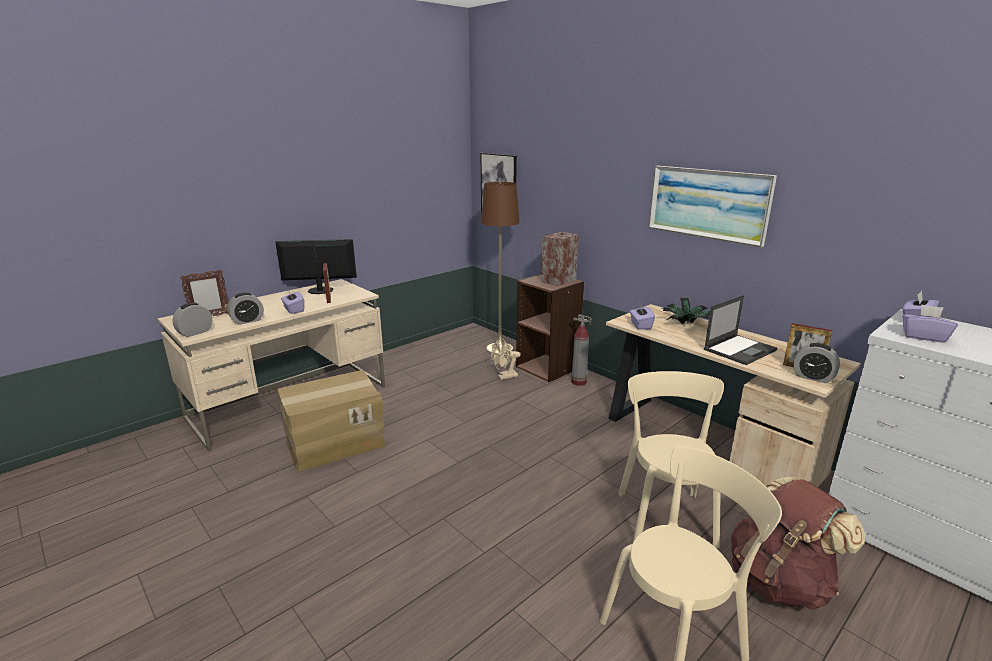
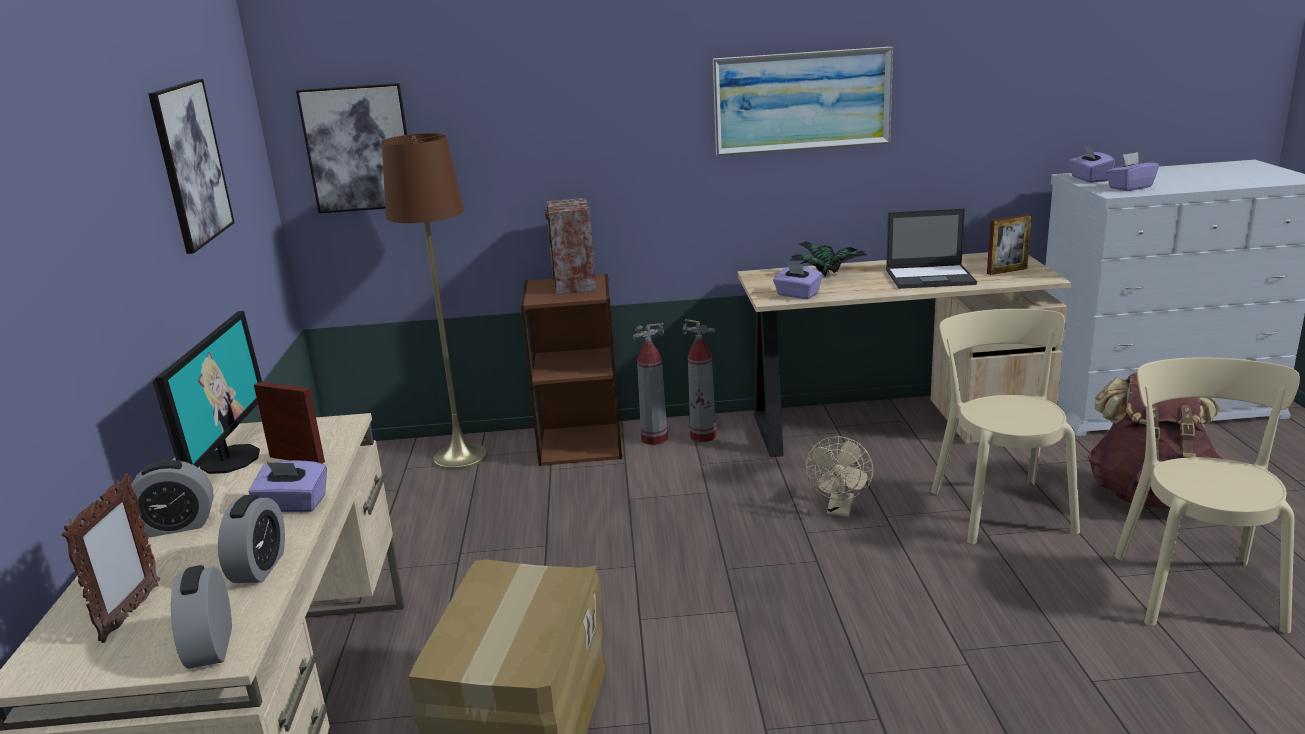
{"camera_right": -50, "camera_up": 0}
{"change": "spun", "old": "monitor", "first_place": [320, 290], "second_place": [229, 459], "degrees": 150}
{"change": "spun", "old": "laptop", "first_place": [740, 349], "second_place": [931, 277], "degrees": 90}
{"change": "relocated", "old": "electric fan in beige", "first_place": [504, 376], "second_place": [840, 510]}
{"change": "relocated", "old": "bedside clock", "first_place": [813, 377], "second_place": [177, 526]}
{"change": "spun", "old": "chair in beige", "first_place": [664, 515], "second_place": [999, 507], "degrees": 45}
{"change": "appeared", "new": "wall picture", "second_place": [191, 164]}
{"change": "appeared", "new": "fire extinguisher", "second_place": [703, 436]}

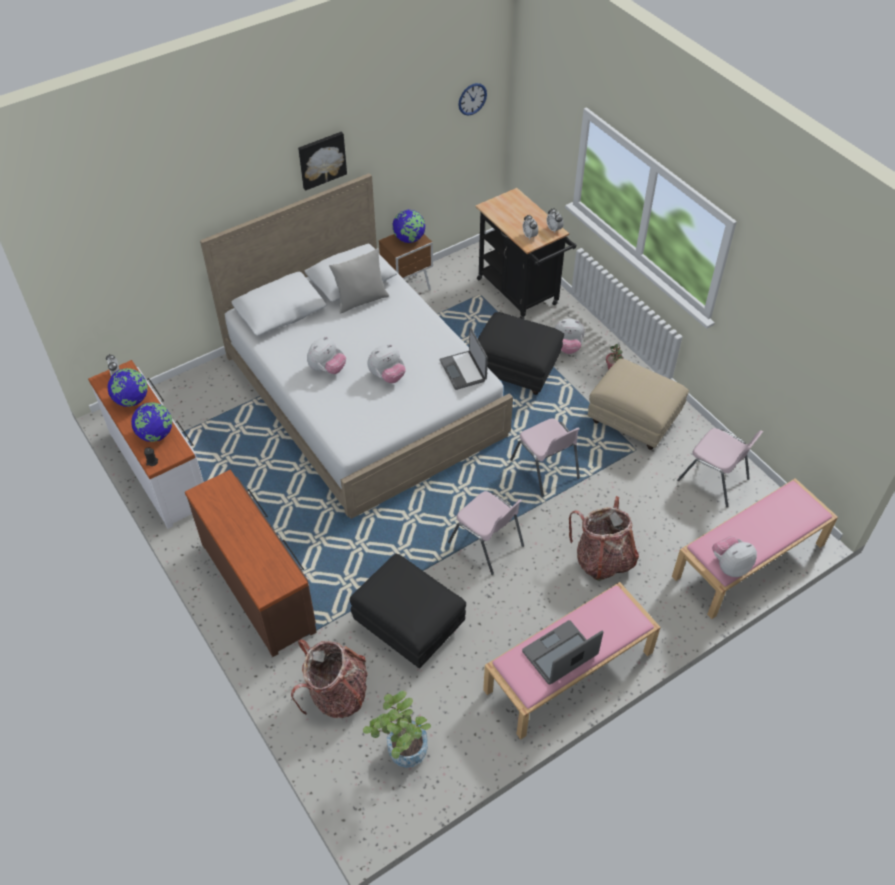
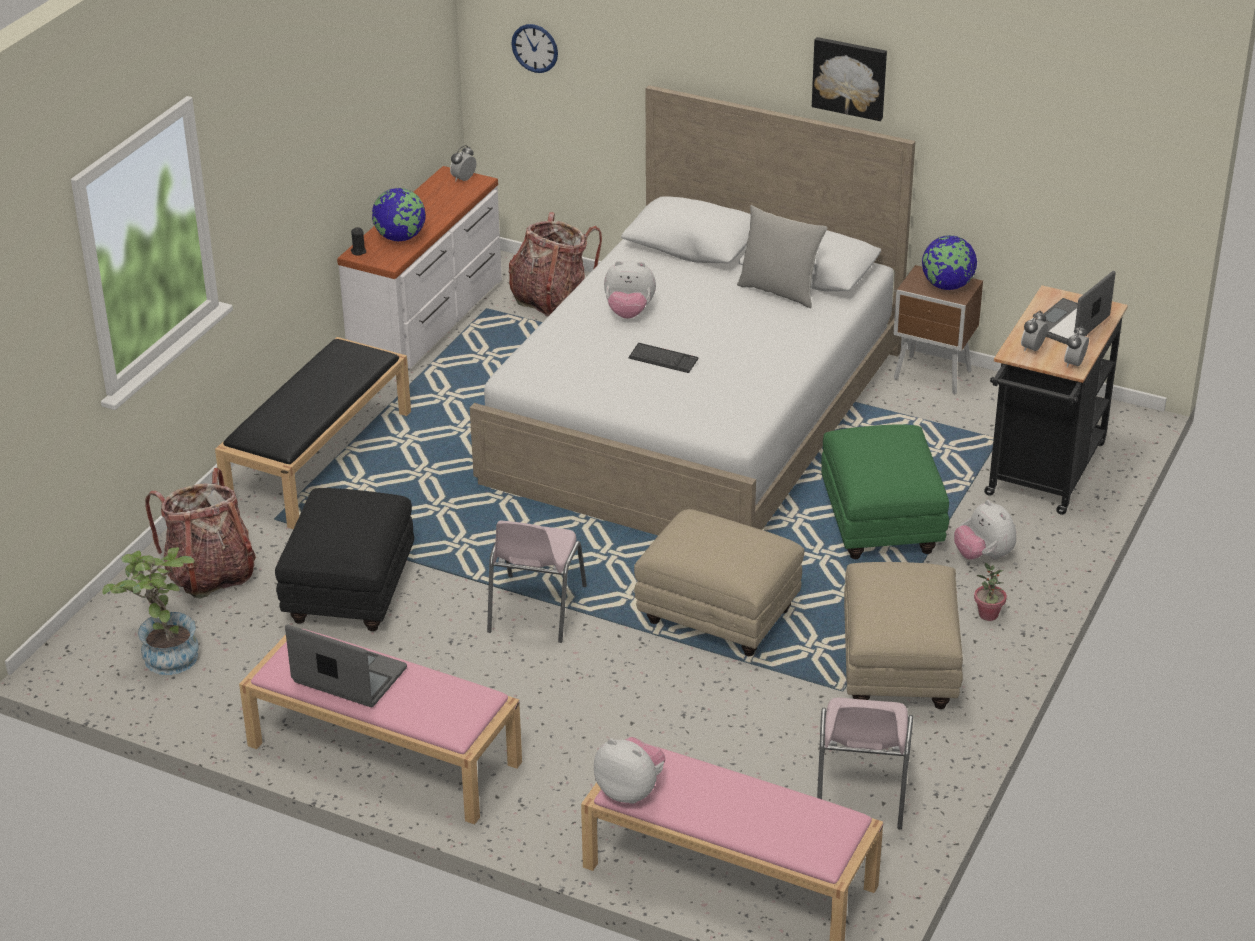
{"camera_right": 60, "camera_up": -15}
{"change": "relocated", "old": "hanging clock", "first_place": [472, 99], "second_place": [535, 48]}
{"change": "colour", "old": "pouffe in black", "new": "pouffe in green", "first_place": [517, 370], "second_place": [881, 526]}
{"change": "relocated", "old": "laptop", "first_place": [464, 370], "second_place": [1070, 325]}
{"change": "exchanged", "old": "soft toy", "new": "PC keyboard", "first_place": [387, 376], "second_place": [663, 359]}
{"change": "missing", "old": "desk globe", "first_place": [132, 400]}
{"change": "exchanged", "old": "chair in pink", "new": "pouffe in beige", "first_place": [545, 469], "second_place": [716, 616]}
{"change": "exchanged", "old": "dresser in brown", "new": "bench in black", "first_place": [259, 586], "second_place": [319, 458]}
{"change": "relocated", "old": "knapsack", "first_place": [603, 560], "second_place": [551, 300]}

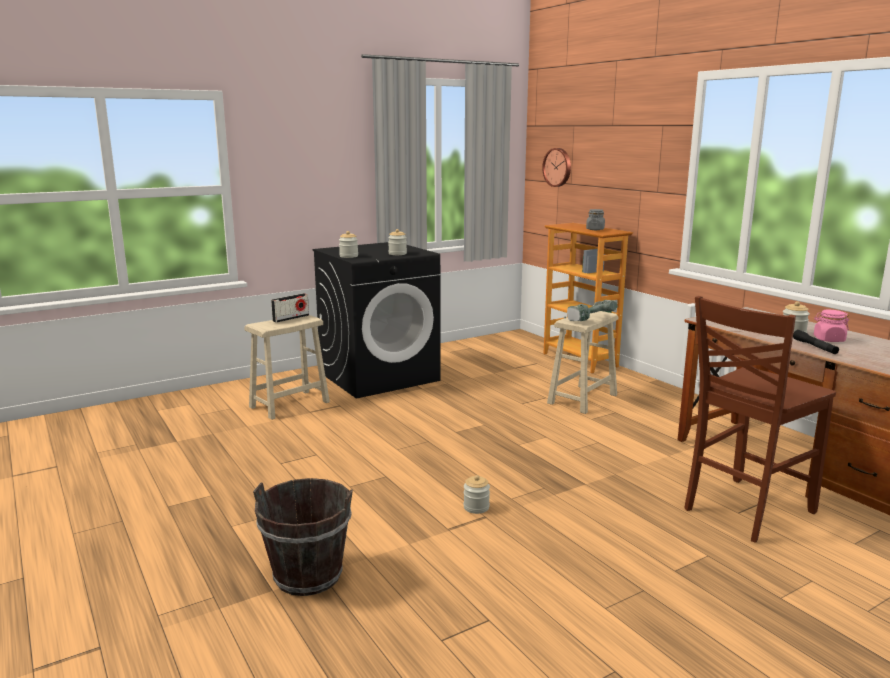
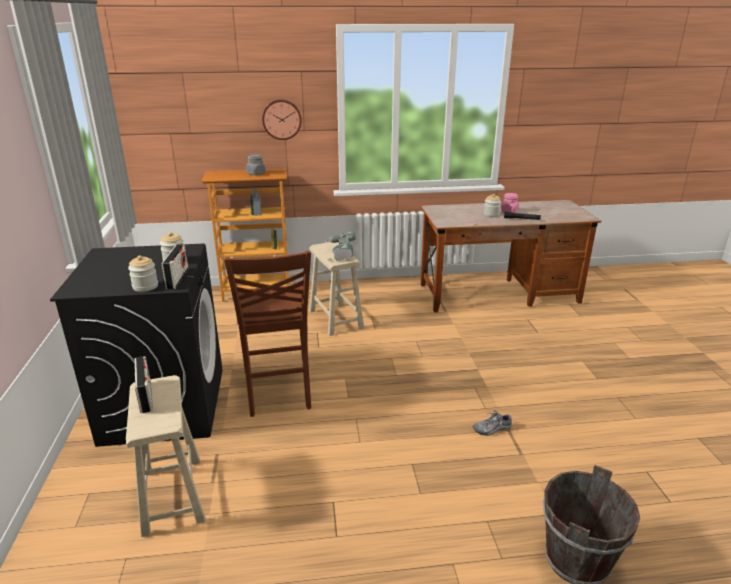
{"camera_right": -65, "camera_up": 10}
{"change": "relocated", "old": "hanging clock", "first_place": [558, 167], "second_place": [282, 119]}
{"change": "relocated", "old": "chair in brown", "first_place": [745, 510], "second_place": [278, 391]}
{"change": "exchanged", "old": "preserve jar", "new": "low shoe", "first_place": [476, 507], "second_place": [492, 429]}
{"change": "appeared", "new": "radio set", "second_place": [177, 278]}

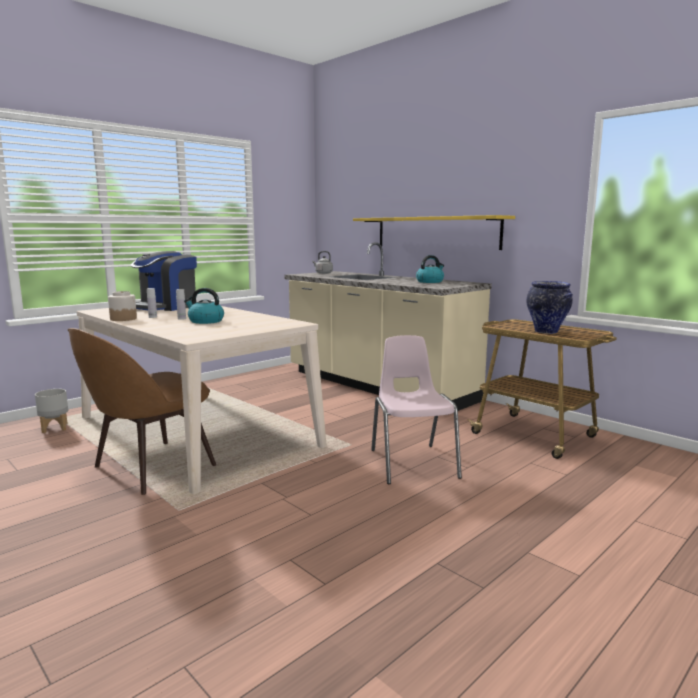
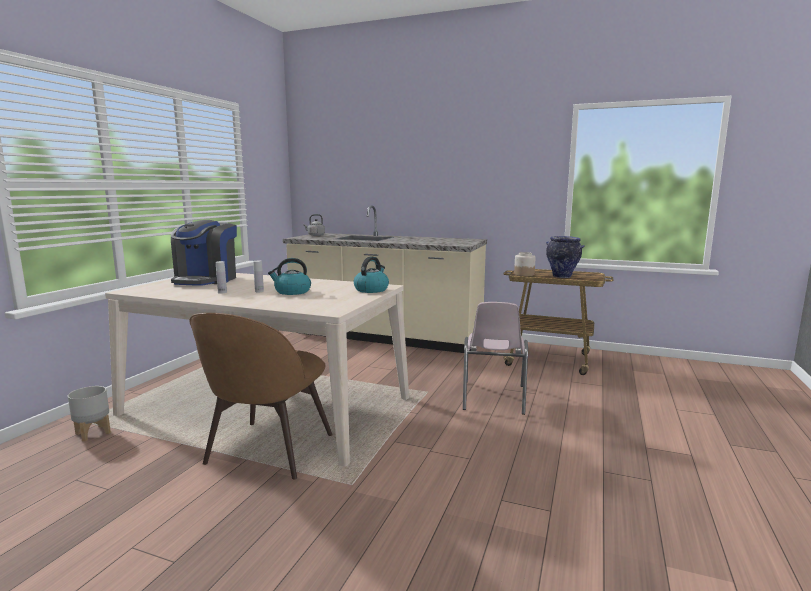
{"camera_right": -25, "camera_up": 0}
{"change": "missing", "old": "shelf in yellow-coloured", "first_place": [435, 232]}
{"change": "relocated", "old": "kettle", "first_place": [430, 281], "second_place": [371, 290]}
{"change": "relocated", "old": "preserve jar", "first_place": [123, 319], "second_place": [524, 274]}
{"change": "spun", "old": "chair in pink", "first_place": [412, 463], "second_place": [493, 398], "degrees": -135}

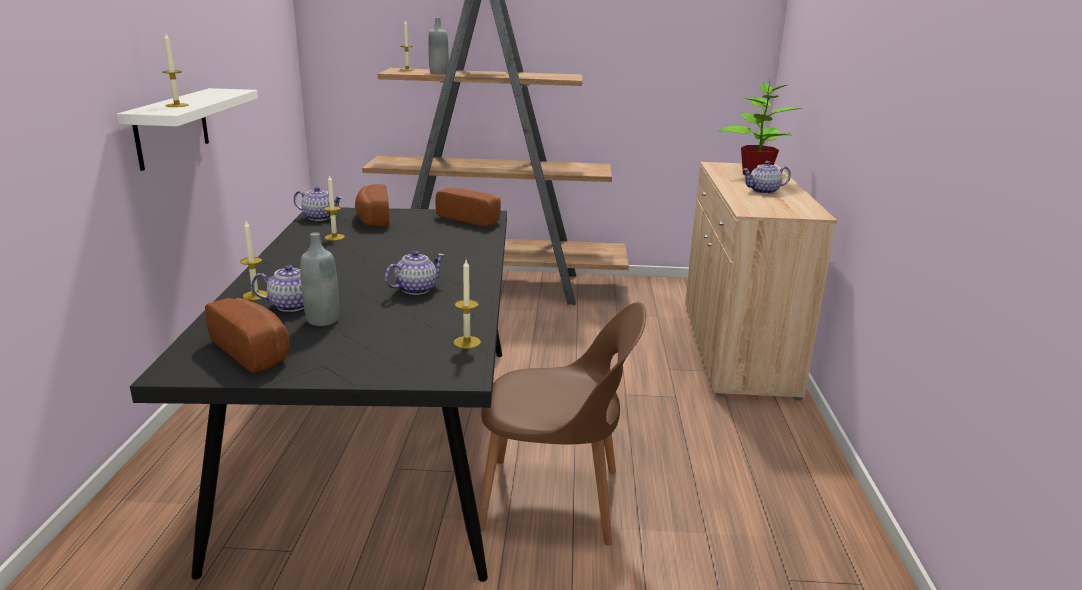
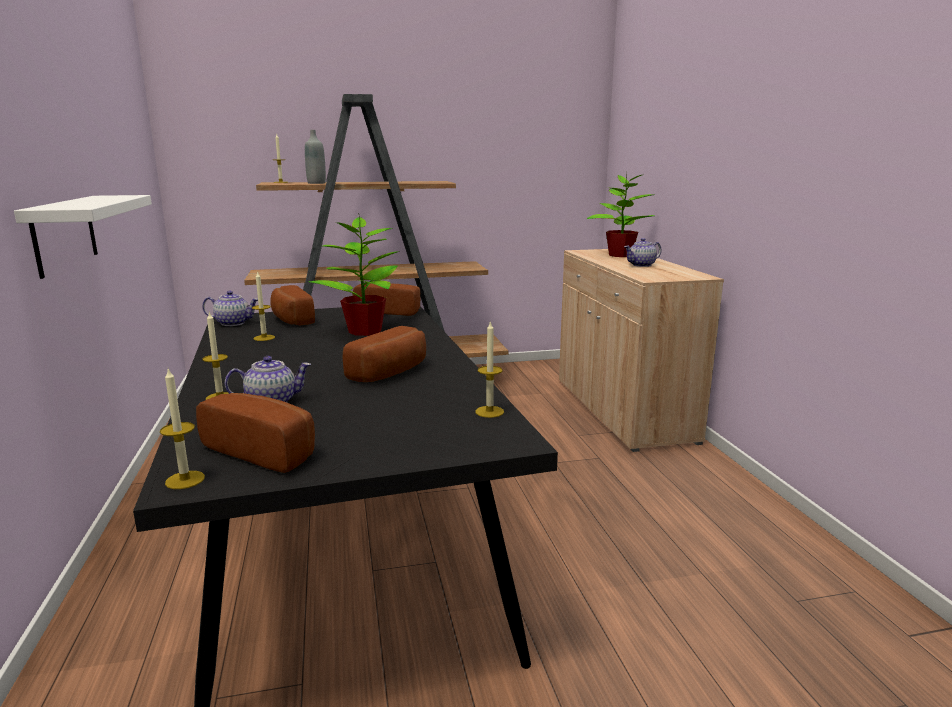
{"camera_right": -15, "camera_up": -5}
{"change": "relocated", "old": "candle", "first_place": [177, 105], "second_place": [185, 480]}
{"change": "missing", "old": "bottle in greyish", "first_place": [322, 320]}
{"change": "exchanged", "old": "tea pot", "new": "baked bread", "first_place": [416, 289], "second_place": [392, 372]}
{"change": "missing", "old": "chair in brown", "first_place": [555, 500]}
{"change": "appeared", "new": "plant in a pot", "second_place": [364, 331]}

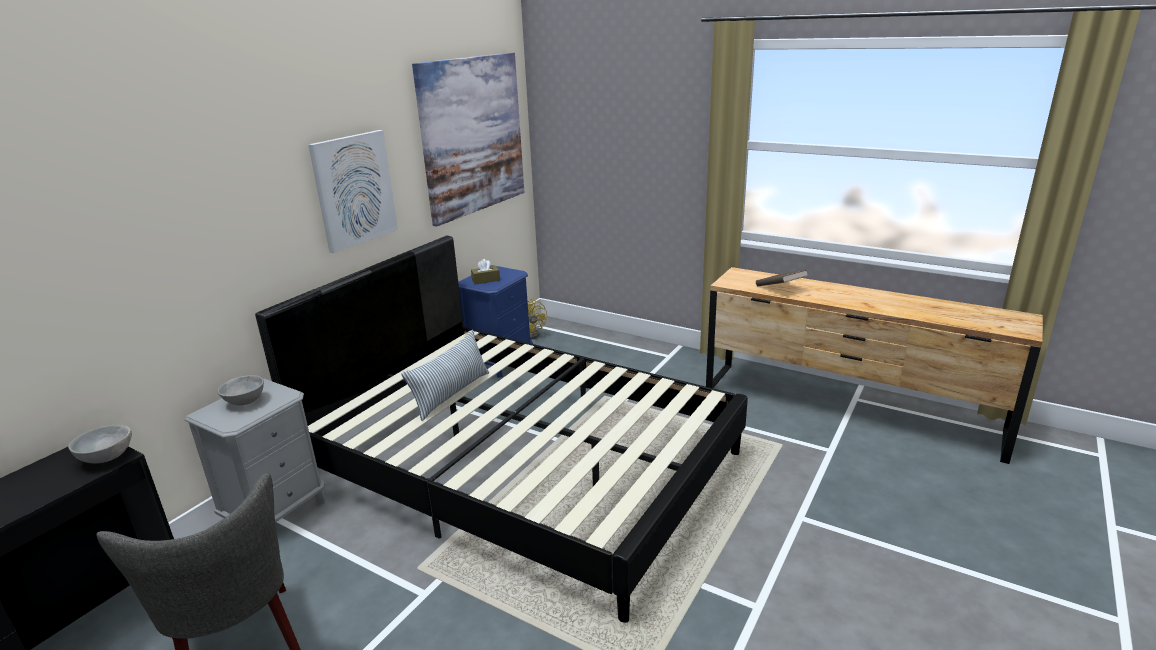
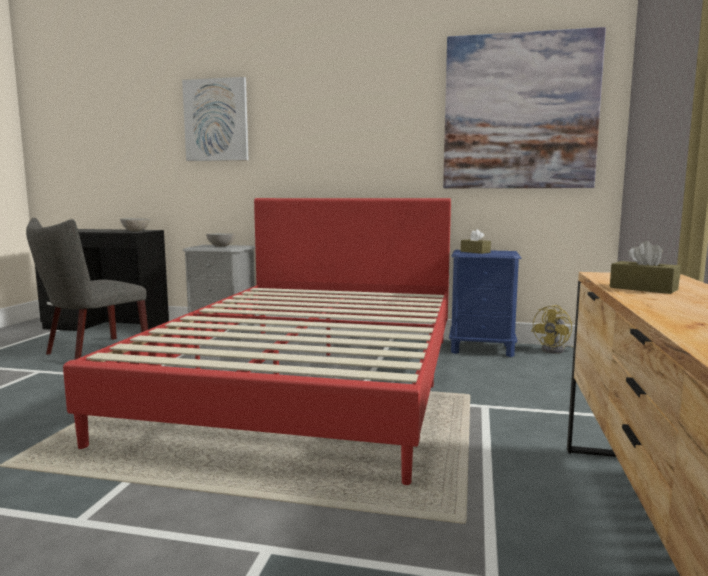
{"camera_right": 70, "camera_up": -15}
{"change": "relocated", "old": "wall picture", "first_place": [354, 190], "second_place": [216, 120]}
{"change": "colour", "old": "sleeping bed in black", "new": "sleeping bed in reddish", "first_place": [521, 464], "second_place": [311, 380]}
{"change": "exchanged", "old": "bound book in brown", "new": "tissue holder in brown", "first_place": [780, 288], "second_place": [643, 288]}
{"change": "missing", "old": "pillow", "first_place": [451, 394]}

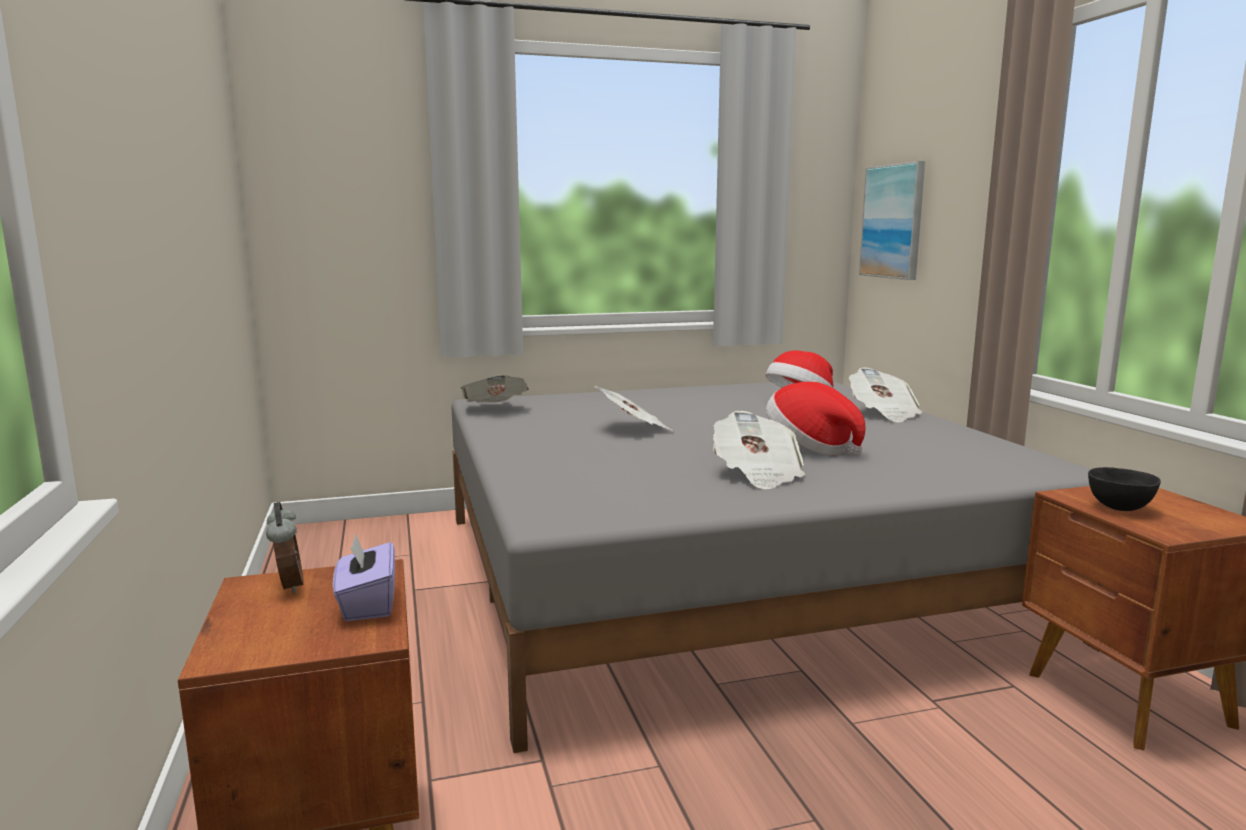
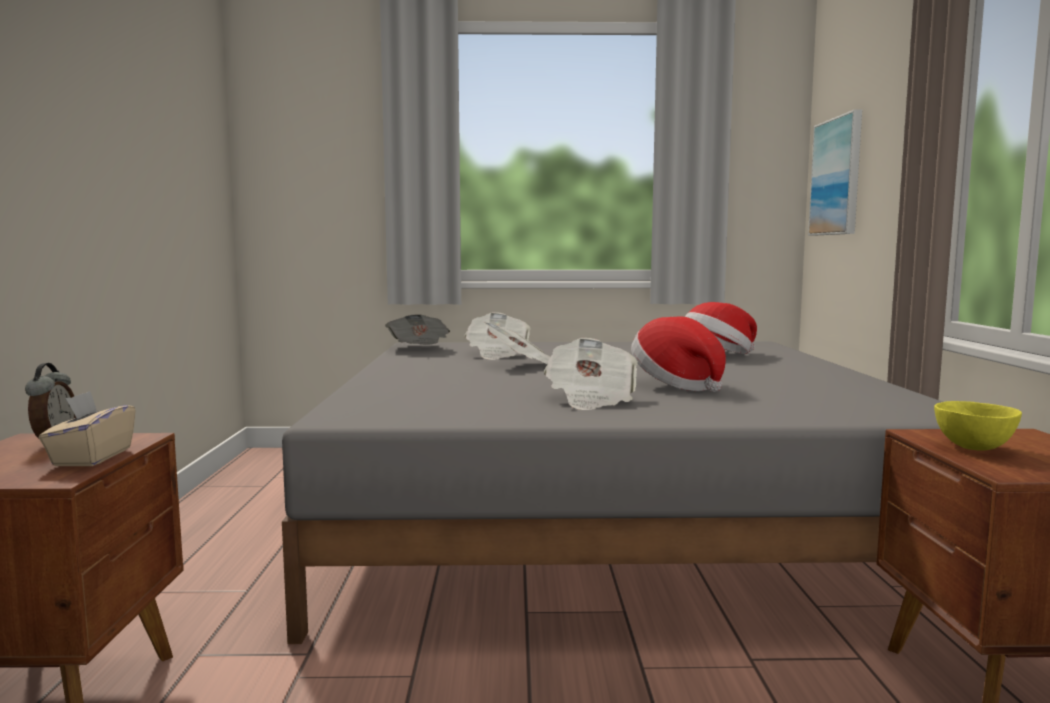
{"camera_right": 15, "camera_up": -5}
{"change": "relocated", "old": "newspaper", "first_place": [883, 414], "second_place": [497, 354]}
{"change": "colour", "old": "serving bowl in black", "new": "serving bowl in yellow-coloured", "first_place": [1119, 508], "second_place": [973, 448]}
{"change": "colour", "old": "tissue holder in purplish", "new": "tissue holder in beige", "first_place": [367, 604], "second_place": [91, 457]}

